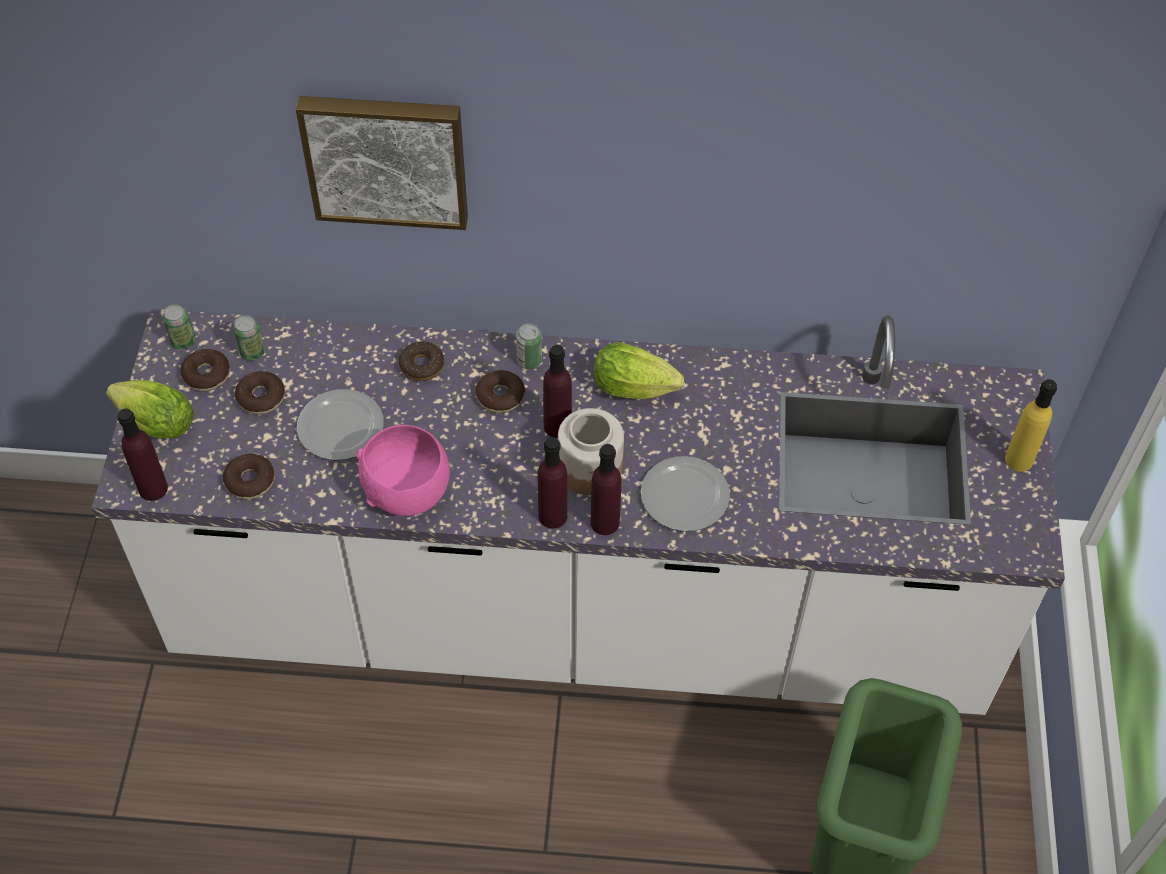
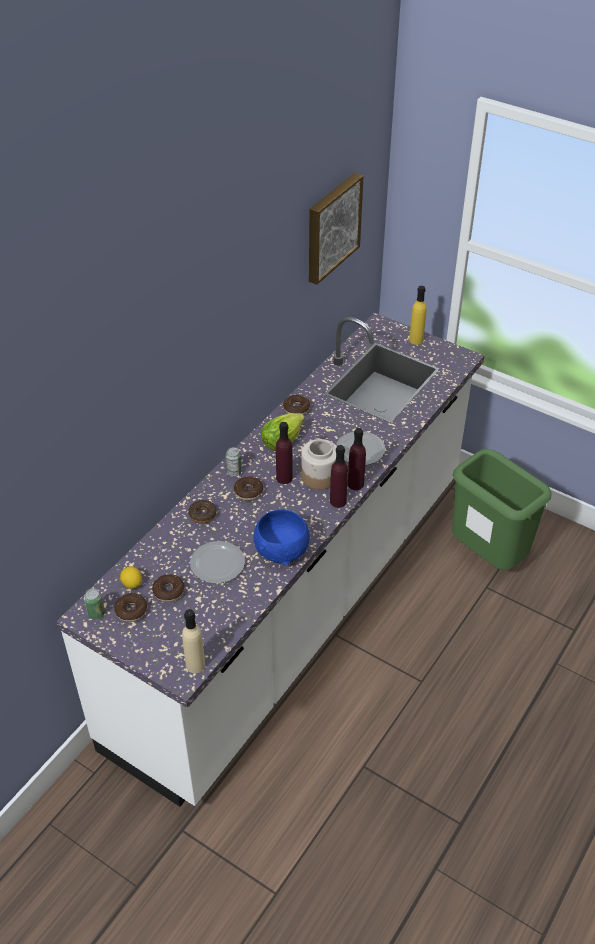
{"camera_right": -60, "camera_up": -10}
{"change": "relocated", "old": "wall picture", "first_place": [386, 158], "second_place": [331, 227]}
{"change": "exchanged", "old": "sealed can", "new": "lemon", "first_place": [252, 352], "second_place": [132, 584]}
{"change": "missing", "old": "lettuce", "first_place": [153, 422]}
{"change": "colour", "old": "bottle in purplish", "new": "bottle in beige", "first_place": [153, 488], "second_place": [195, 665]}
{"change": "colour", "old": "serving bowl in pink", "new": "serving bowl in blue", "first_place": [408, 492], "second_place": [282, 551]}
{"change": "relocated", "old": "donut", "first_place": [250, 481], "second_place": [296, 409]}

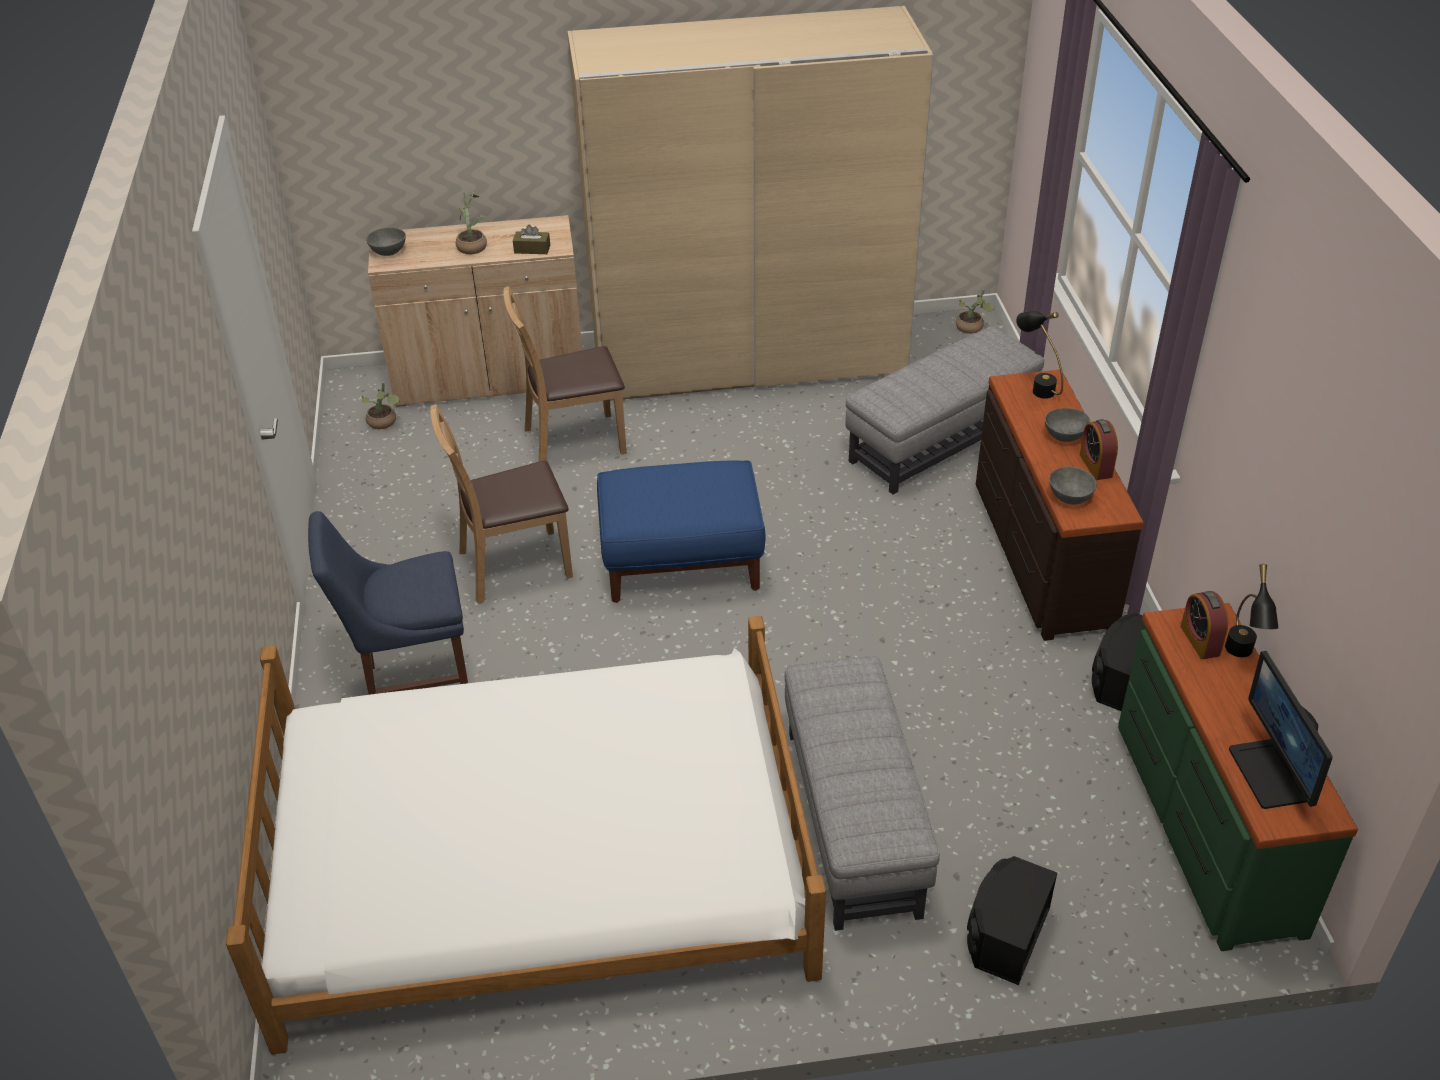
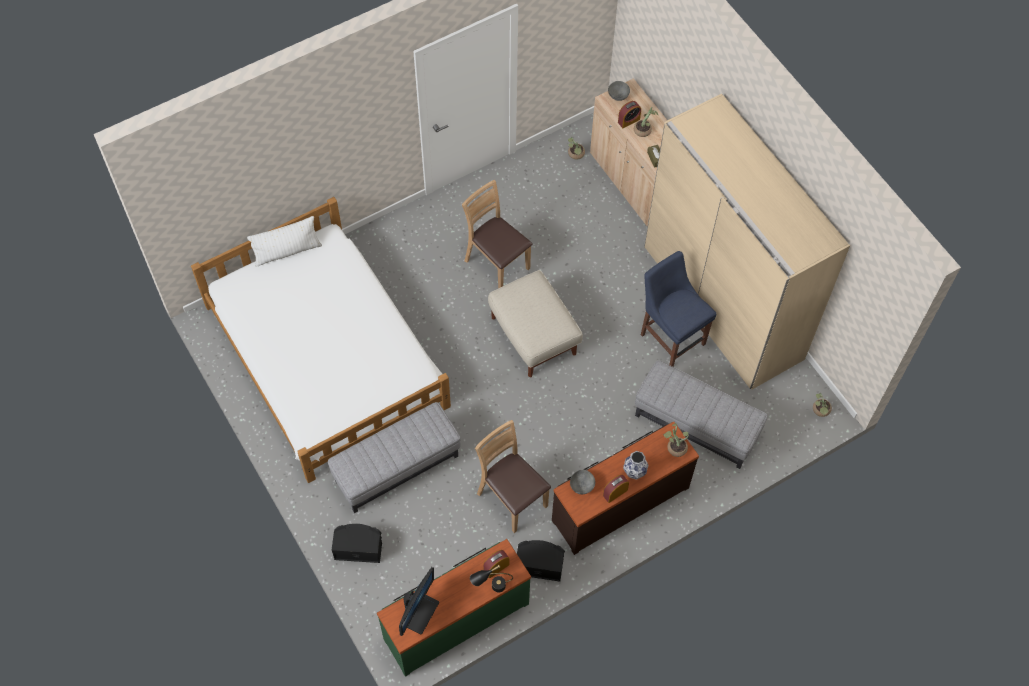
{"camera_right": 65, "camera_up": 20}
{"change": "relocated", "old": "chair in brown", "first_place": [573, 442], "second_place": [512, 498]}
{"change": "exchanged", "old": "table lamp in black", "new": "plant in a pot", "first_place": [1036, 386], "second_place": [675, 447]}
{"change": "exchanged", "old": "serving bowl in greyish", "new": "decorative vase", "first_place": [1065, 436], "second_place": [634, 472]}
{"change": "colour", "old": "pouffe in blue", "new": "pouffe in beige", "first_place": [682, 562], "second_place": [533, 335]}
{"change": "relocated", "old": "chair in blue", "first_place": [412, 688], "second_place": [671, 337]}
{"change": "spun", "old": "monitor", "first_place": [1271, 774], "second_place": [419, 612], "degrees": 150}
{"change": "appeared", "new": "bedside clock", "second_place": [628, 120]}
{"change": "appeared", "new": "pillow in whitish", "second_place": [287, 251]}

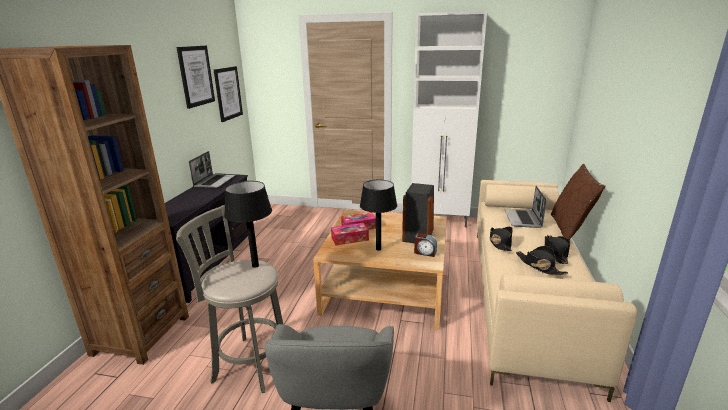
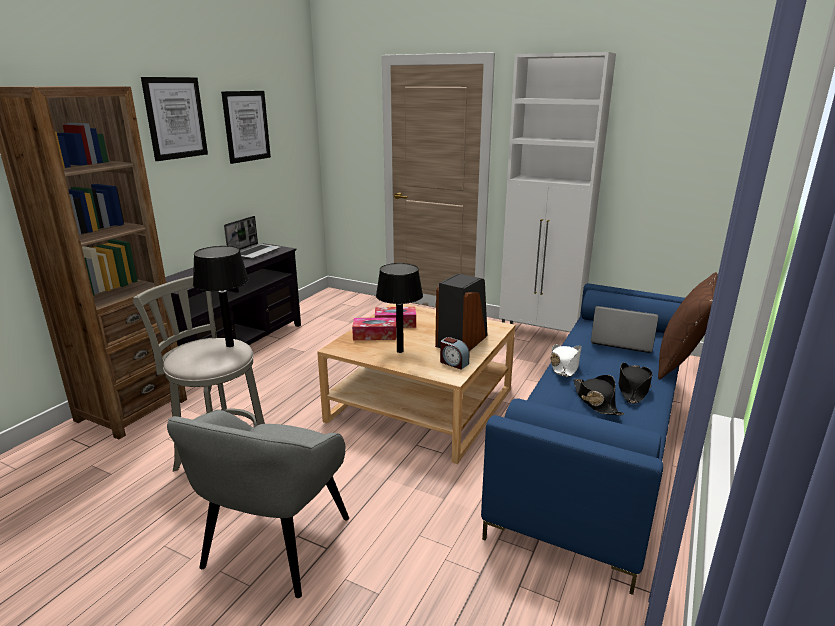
{"camera_right": 15, "camera_up": 0}
{"change": "relocated", "old": "wall picture", "first_place": [228, 93], "second_place": [175, 118]}
{"change": "colour", "old": "sofa in beige", "new": "sofa in blue", "first_place": [525, 296], "second_place": [598, 445]}
{"change": "spun", "old": "laptop", "first_place": [523, 219], "second_place": [621, 341], "degrees": 90}
{"change": "colour", "old": "hat in black", "new": "hat in whitish", "first_place": [500, 242], "second_place": [564, 366]}

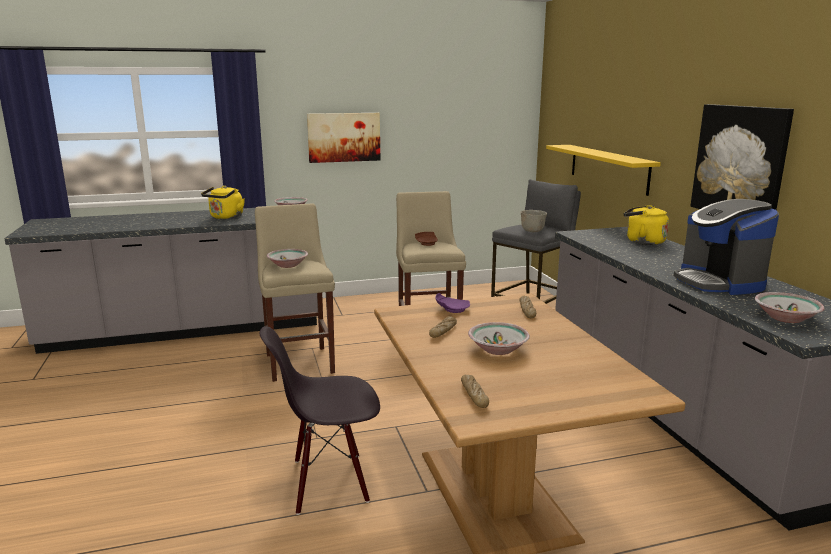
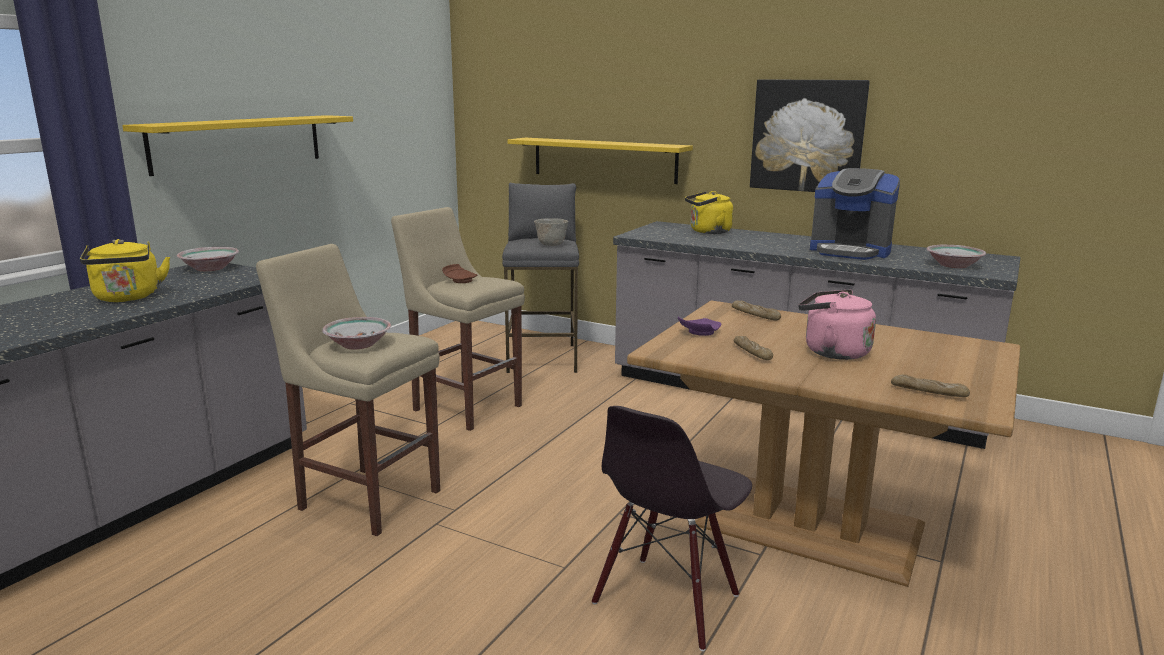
{"camera_right": -45, "camera_up": 0}
{"change": "exchanged", "old": "wall picture", "new": "shelf in yellow-coloured", "first_place": [344, 137], "second_place": [239, 143]}
{"change": "exchanged", "old": "serving bowl", "new": "kettle in pink", "first_place": [498, 349], "second_place": [832, 352]}

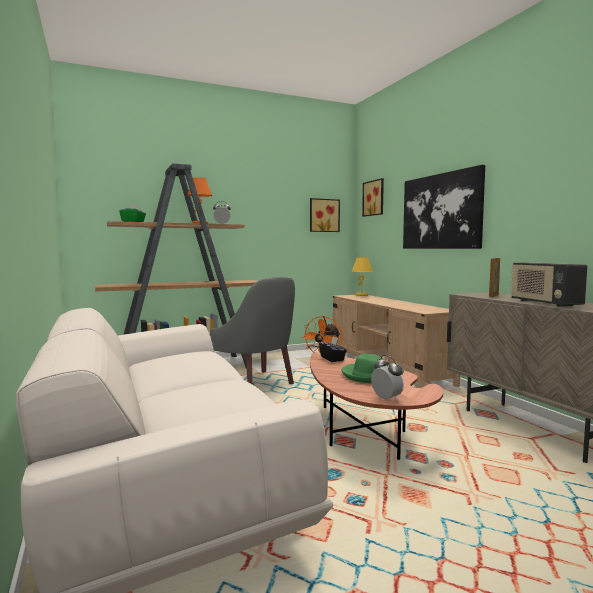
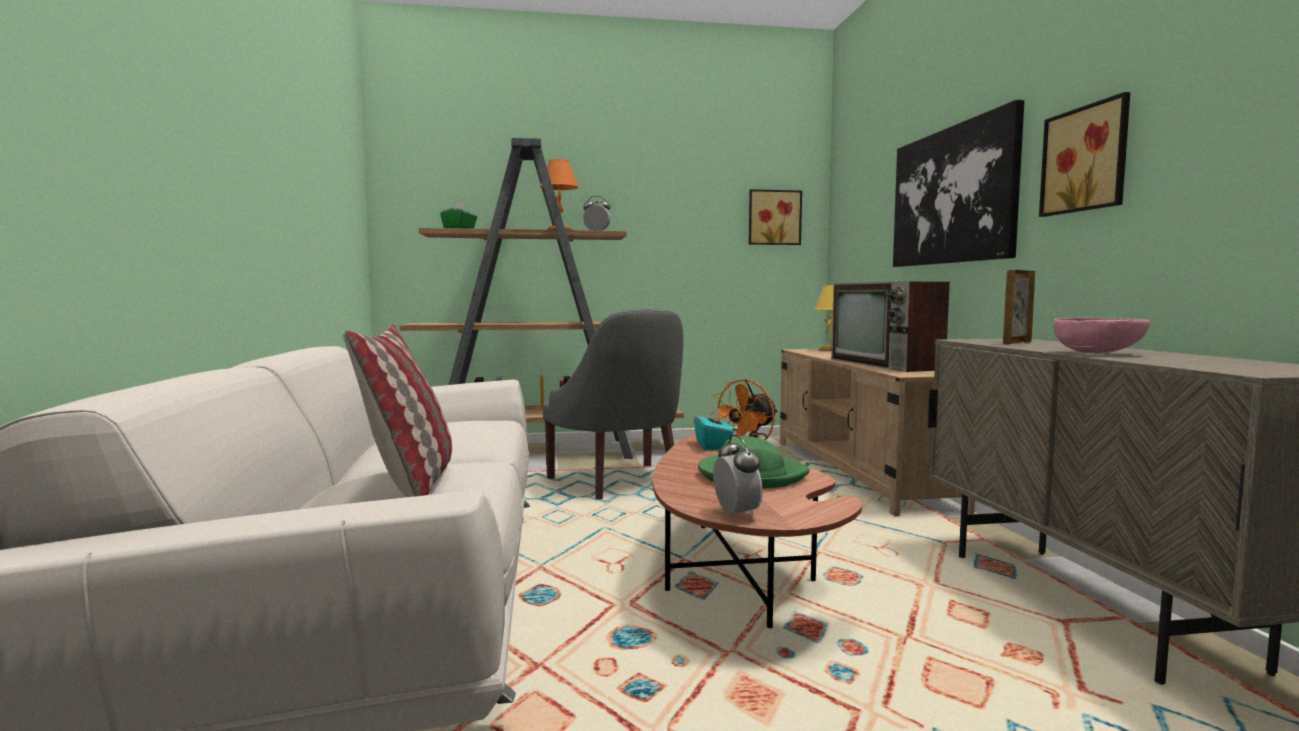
{"camera_right": 15, "camera_up": 0}
{"change": "relocated", "old": "wall picture", "first_place": [374, 198], "second_place": [1087, 159]}
{"change": "exchanged", "old": "radio set", "new": "serving bowl in pink", "first_place": [544, 303], "second_place": [1098, 353]}
{"change": "colour", "old": "tissue holder in black", "new": "tissue holder in blue-green", "first_place": [332, 359], "second_place": [713, 445]}
{"change": "appeared", "new": "television", "second_place": [886, 364]}
{"change": "appeared", "new": "pillow", "second_place": [411, 482]}

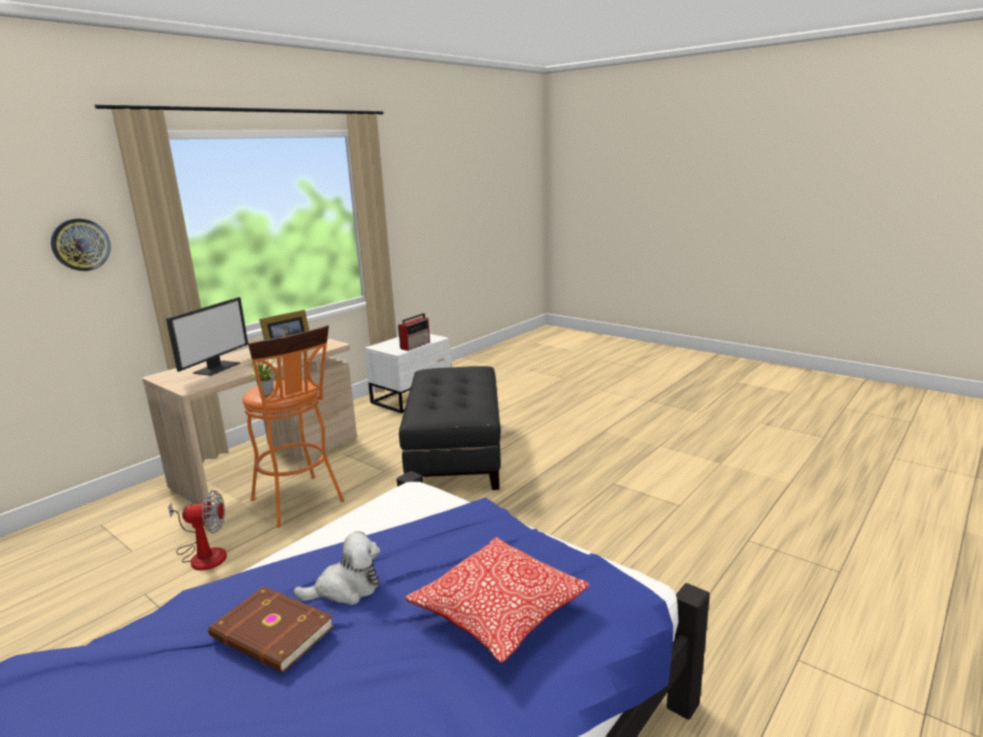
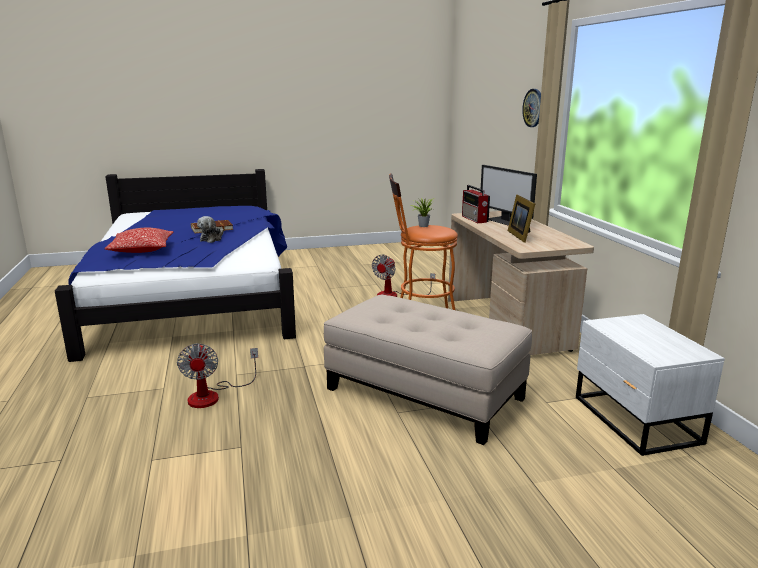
{"camera_right": 125, "camera_up": 0}
{"change": "relocated", "old": "radio set", "first_place": [416, 345], "second_place": [475, 219]}
{"change": "colour", "old": "pouffe in black", "new": "pouffe in beige", "first_place": [454, 453], "second_place": [425, 393]}
{"change": "appeared", "new": "electric fan", "second_place": [213, 395]}

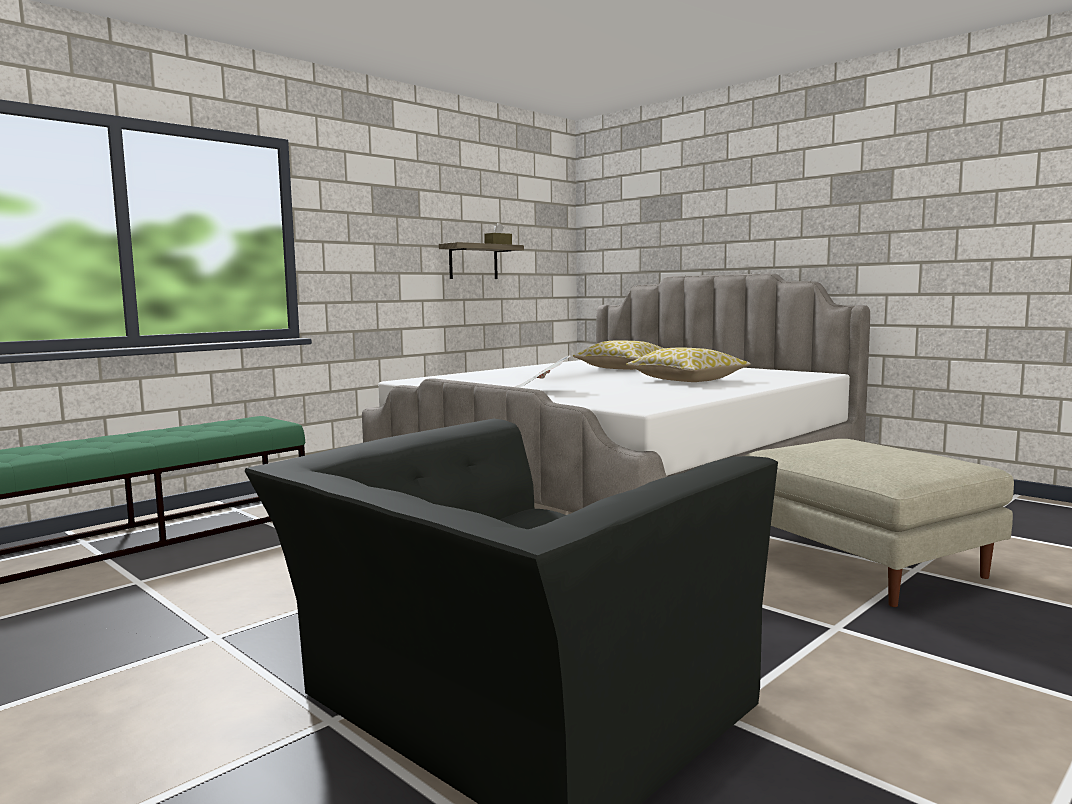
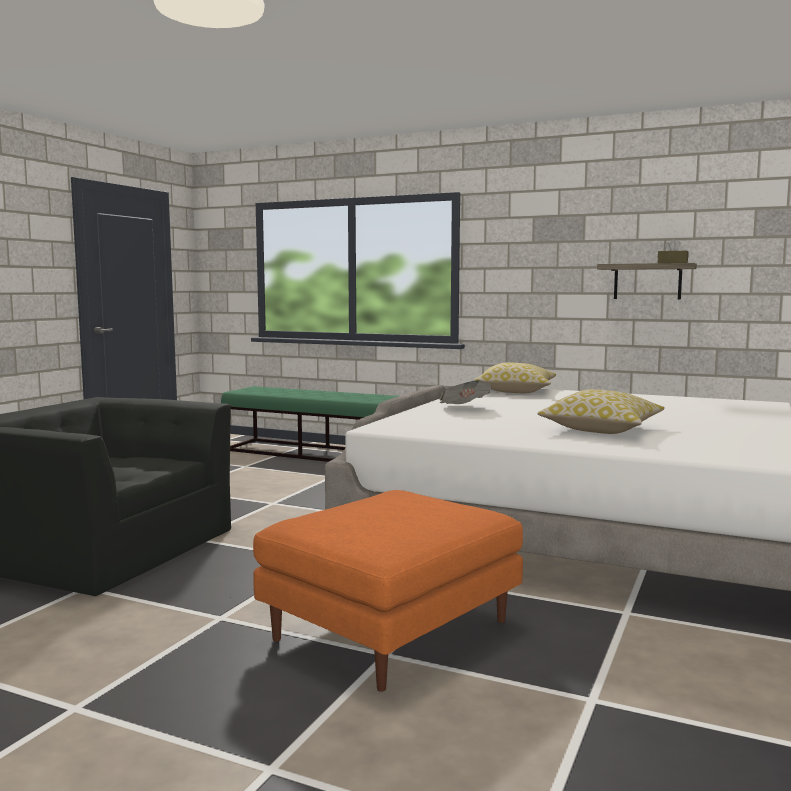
{"camera_right": 70, "camera_up": 0}
{"change": "relocated", "old": "pillow", "first_place": [624, 368], "second_place": [516, 391]}
{"change": "colour", "old": "pouffe in beige", "new": "pouffe in orange-coloured", "first_place": [865, 563], "second_place": [390, 631]}

